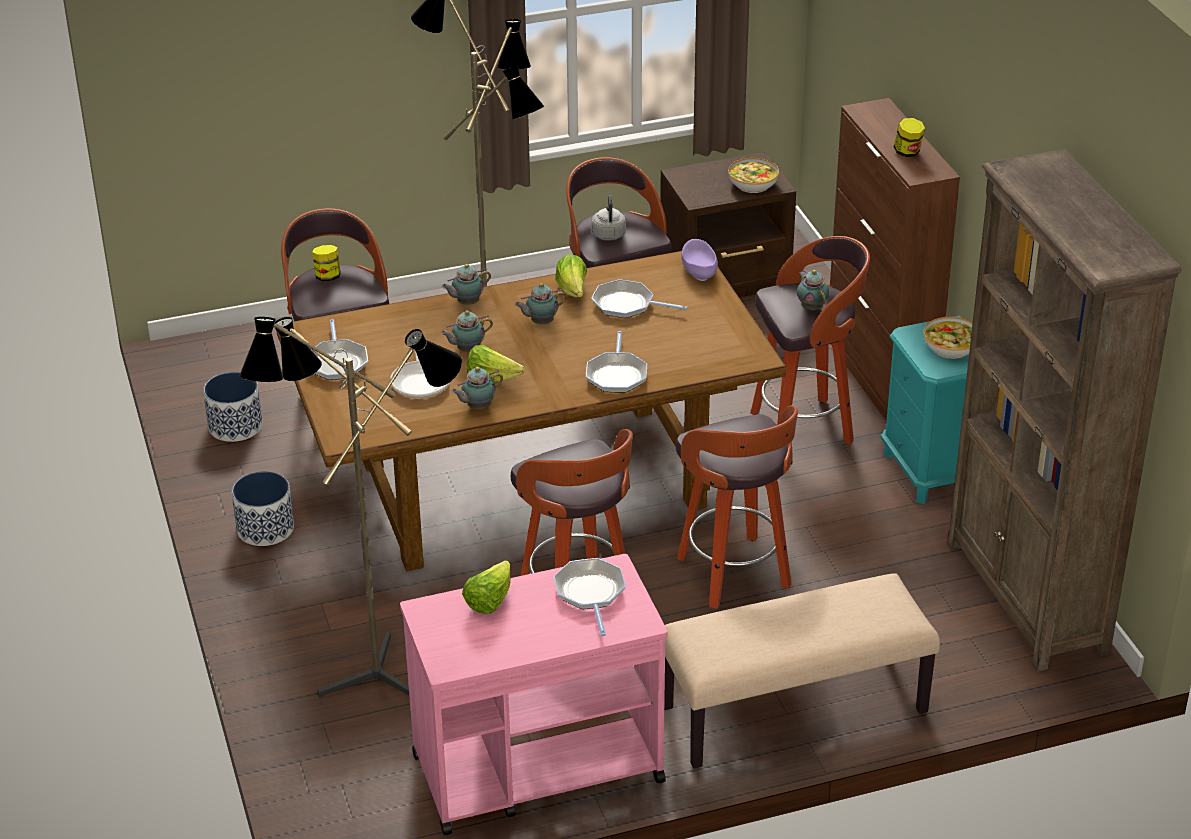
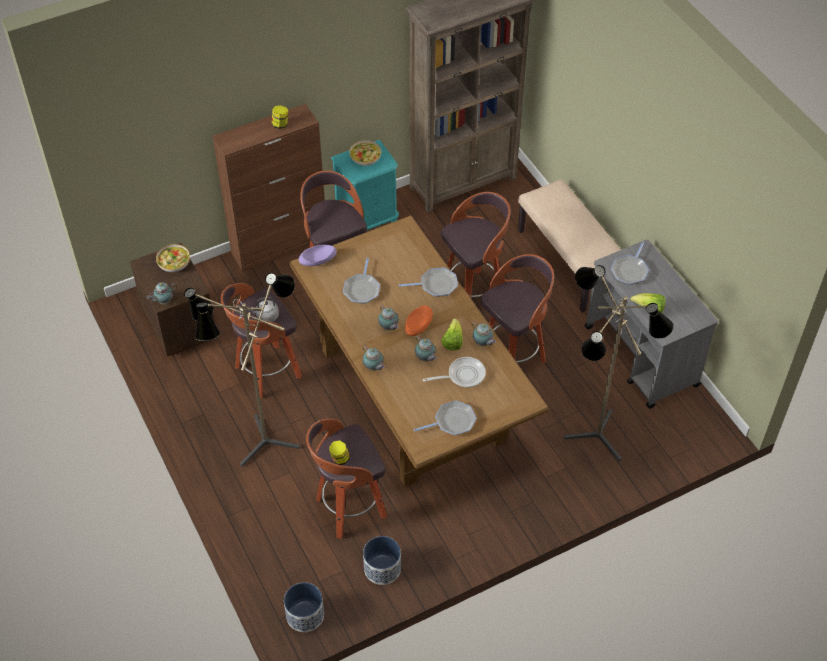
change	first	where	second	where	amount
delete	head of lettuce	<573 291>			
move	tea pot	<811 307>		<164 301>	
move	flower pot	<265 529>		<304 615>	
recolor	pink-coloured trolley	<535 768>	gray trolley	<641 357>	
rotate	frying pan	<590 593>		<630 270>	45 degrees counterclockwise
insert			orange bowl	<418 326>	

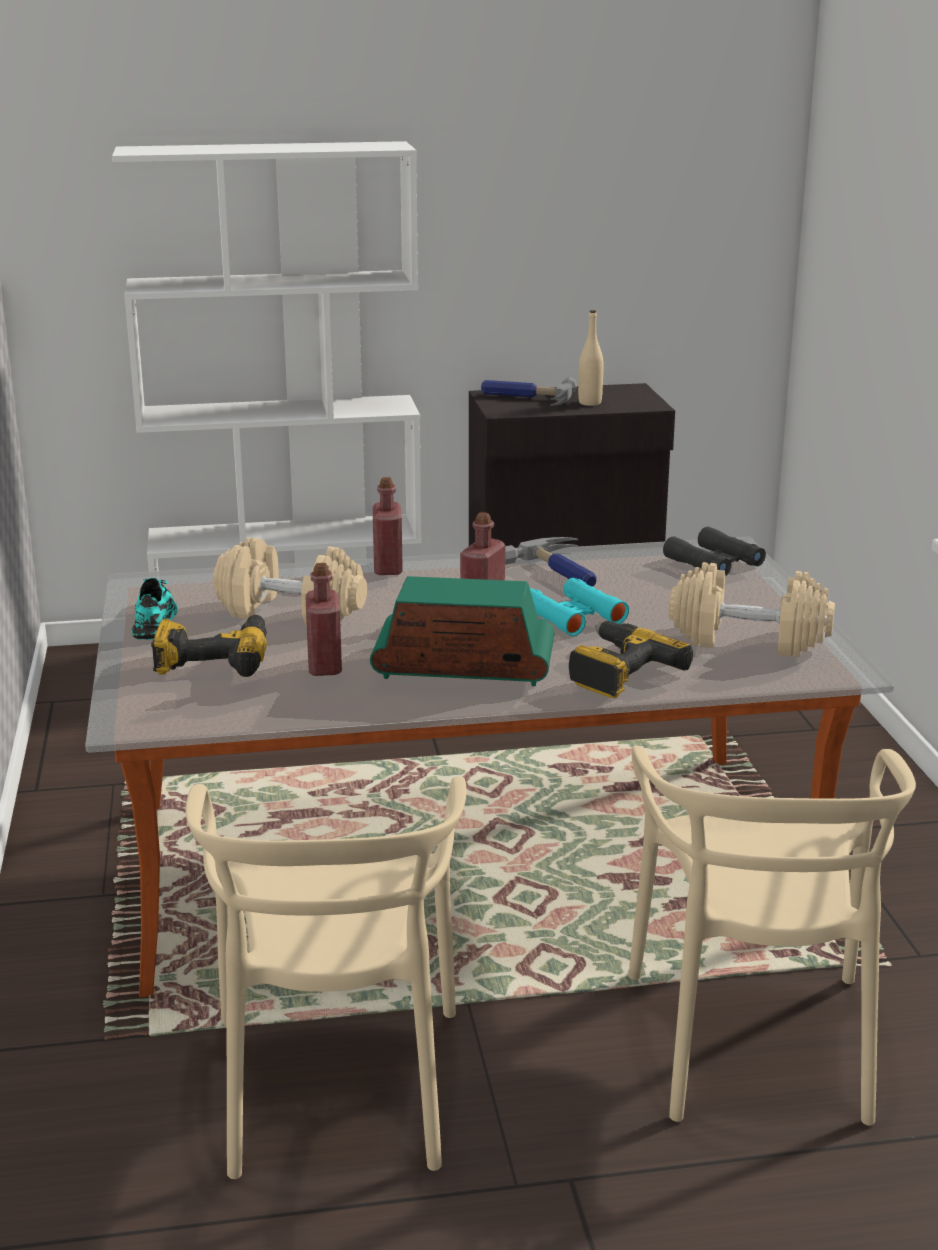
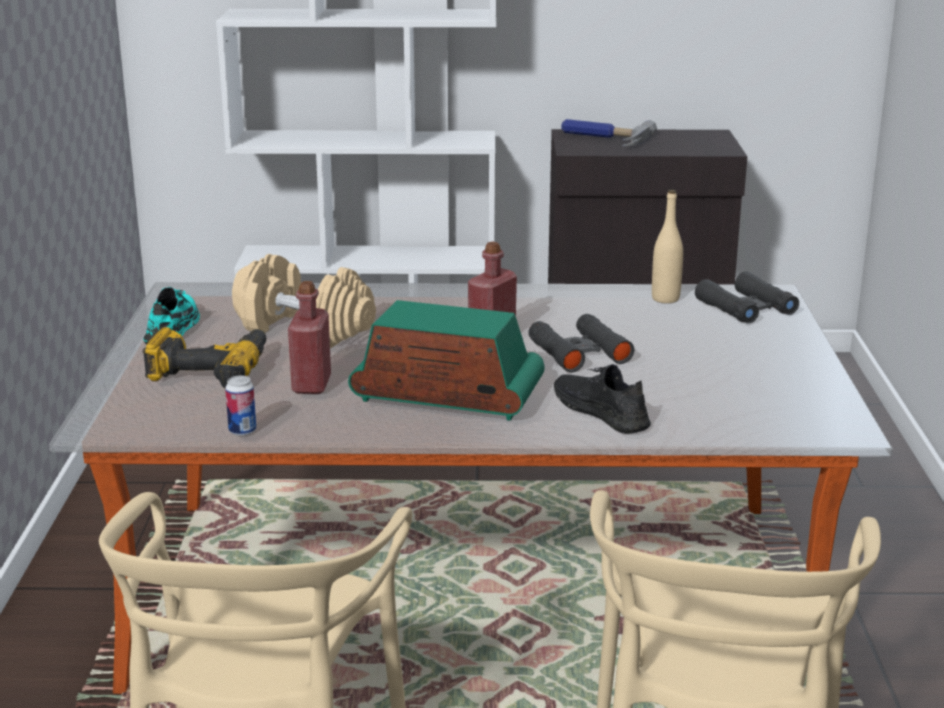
change	first	where	second	where	amount
move	beige-coloured drink bottle	<590 403>		<665 299>	
delete	red drink bottle	<388 568>			
delete	hammer	<563 571>			
delete	beige-coloured hand weight	<749 639>			
recolor	turquoise field glasses	<573 616>	black field glasses	<579 352>	
replace	drill	<617 671>	black item of footwear	<601 412>	
insert			can	<242 431>	

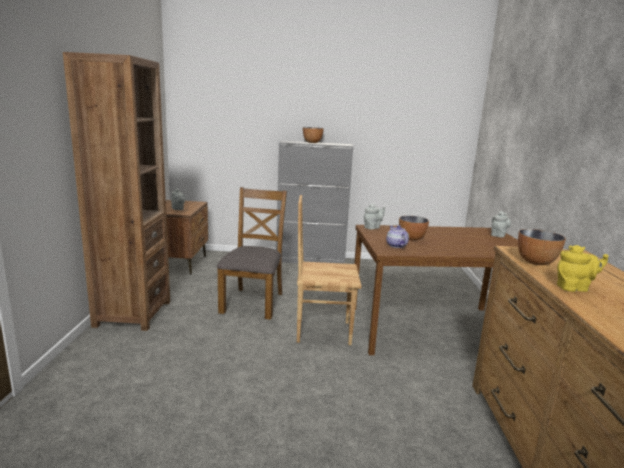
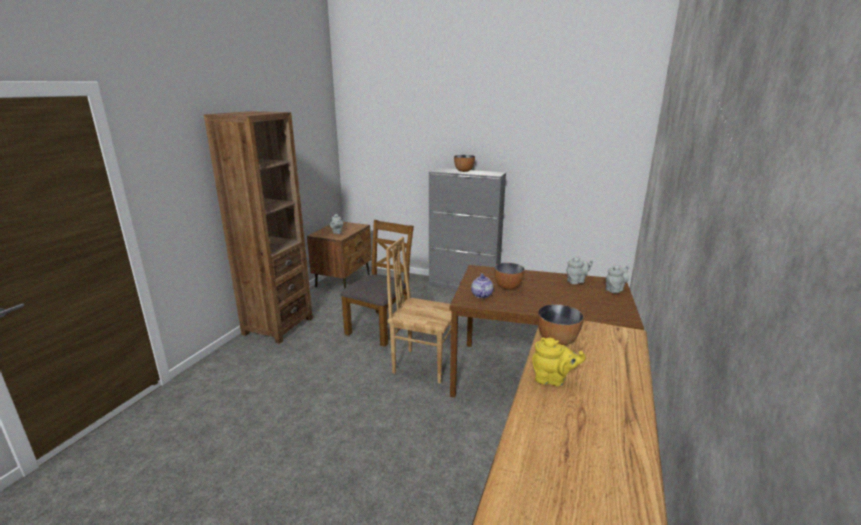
change	first	where	second	where	amount
move	gray tea pot	<373 227>		<576 281>	

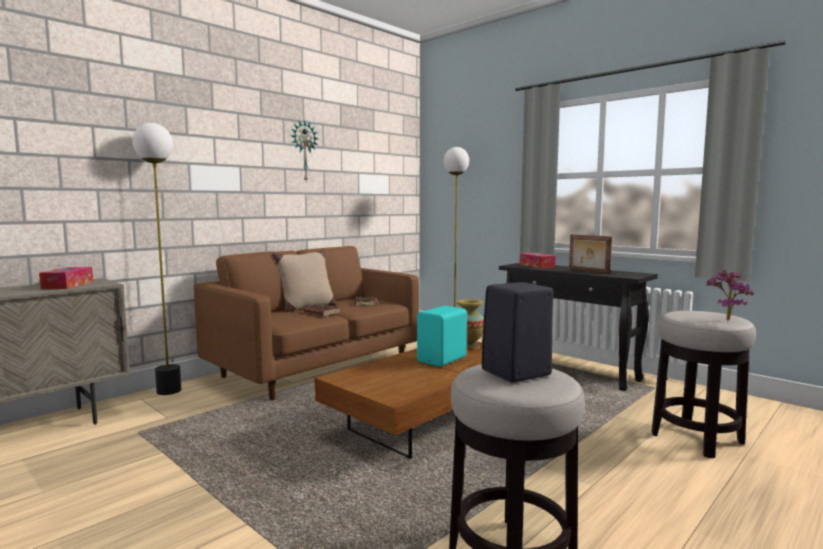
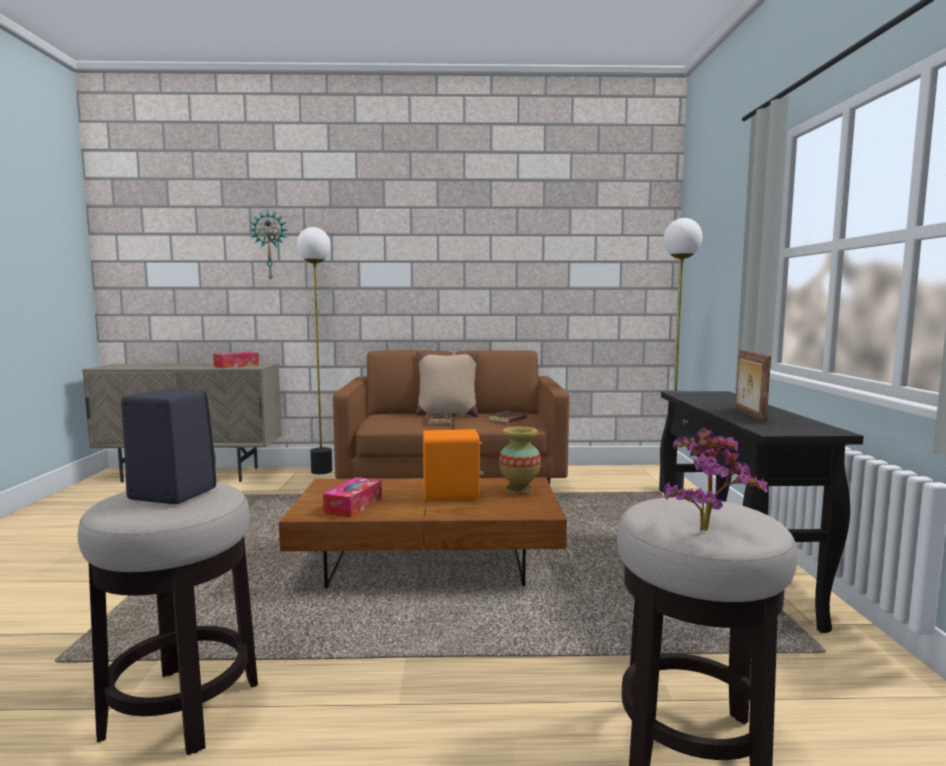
change	first	where	second	where	amount
move	clock on the wall	<303 151>		<270 246>	
move	box of tissues	<536 266>		<353 506>	
recolor	turquoise speaker	<443 360>	orange speaker	<452 495>	

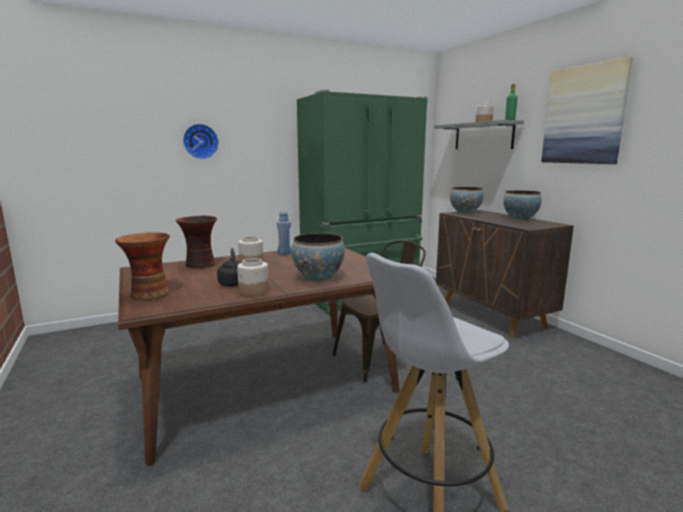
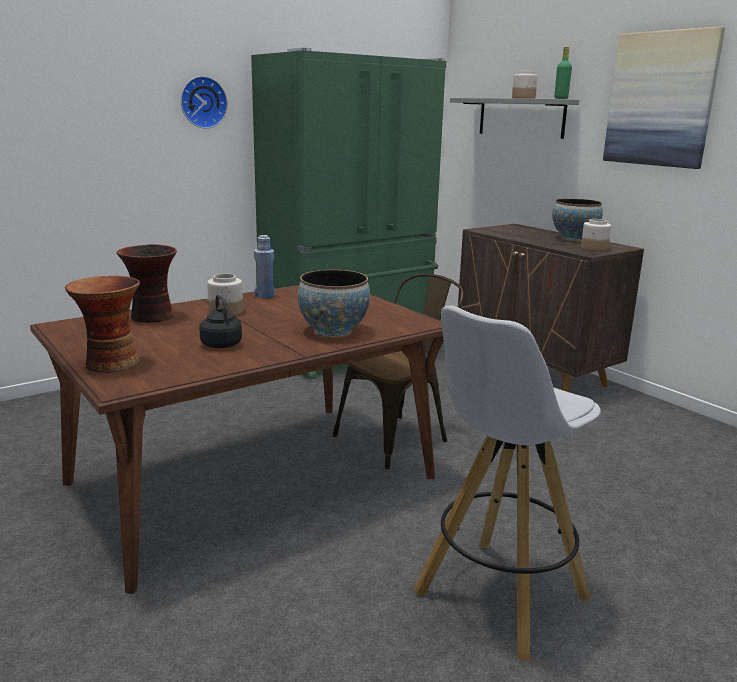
change	first	where	second	where	amount
move	clock on the wall	<200 141>		<202 102>	
delete	bowl	<465 212>			
move	jar	<253 291>		<594 248>	

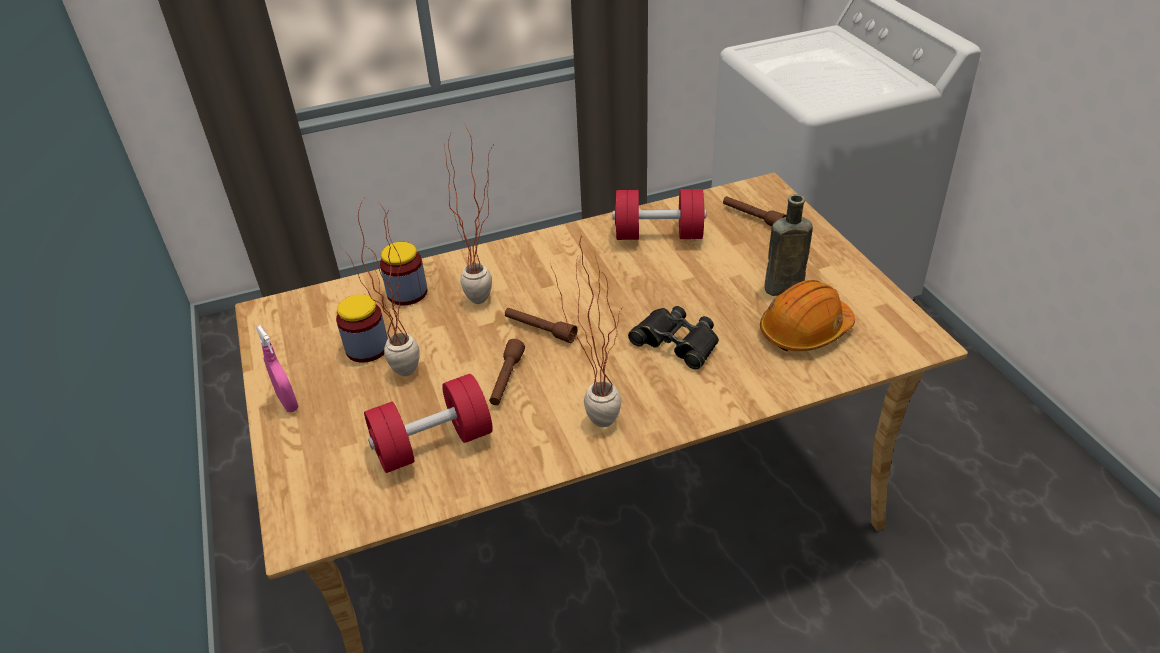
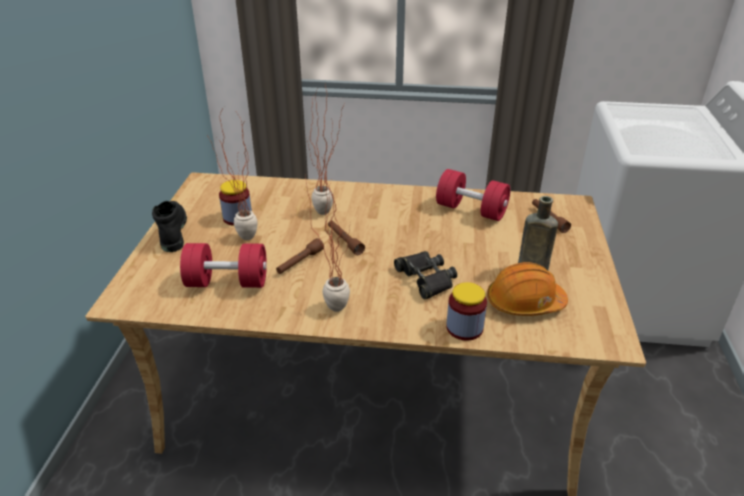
change	first	where	second	where	amount
move	jar	<407 293>		<464 328>	
replace	pink-coloured spray bottle	<288 402>	black tall boot	<172 232>	

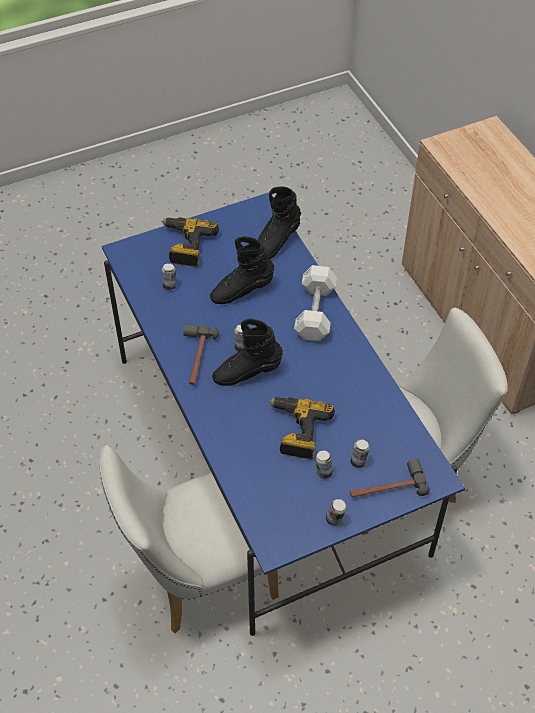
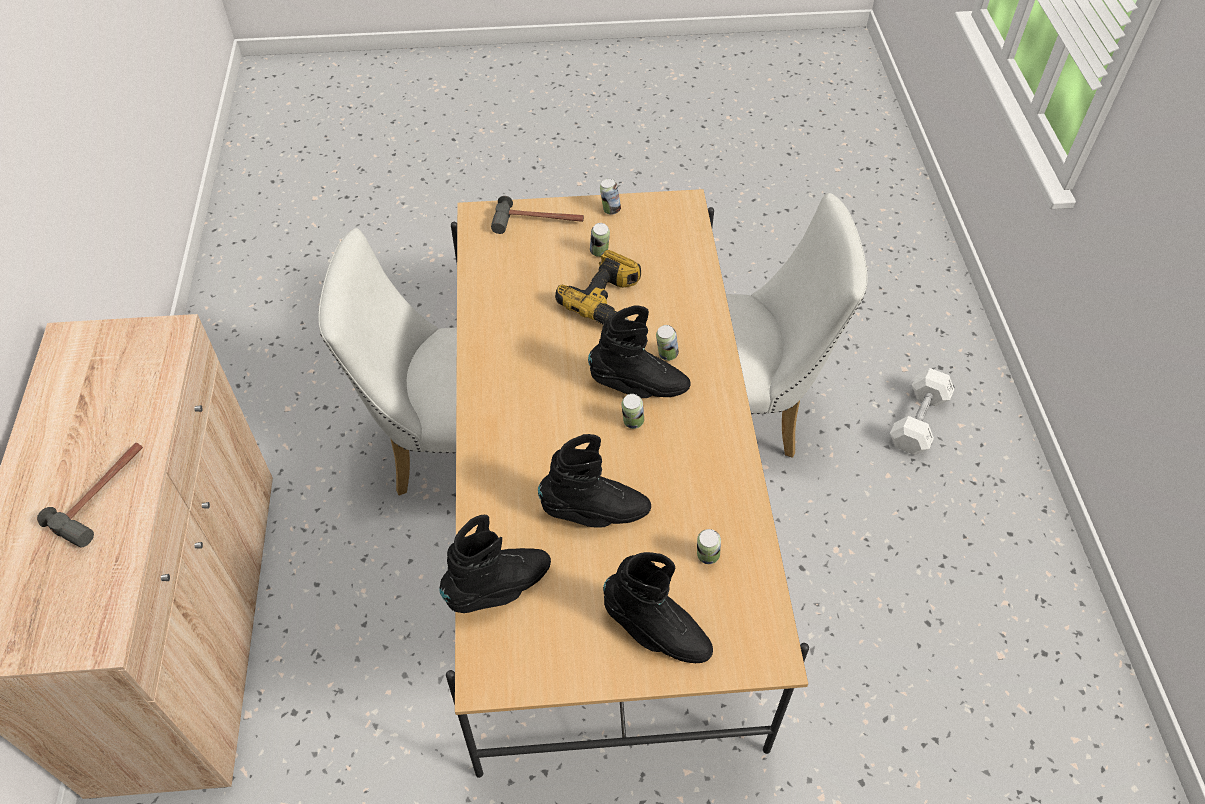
change	first	where	second	where	amount
recolor	blue dinner table	<267 452>	beige-coloured dinner table	<602 533>	
replace	drill	<185 246>	black tall boot	<656 631>	
move	white hand weight	<315 312>		<918 421>	
move	hammer	<196 358>		<104 494>	
move	can	<358 462>		<666 355>	

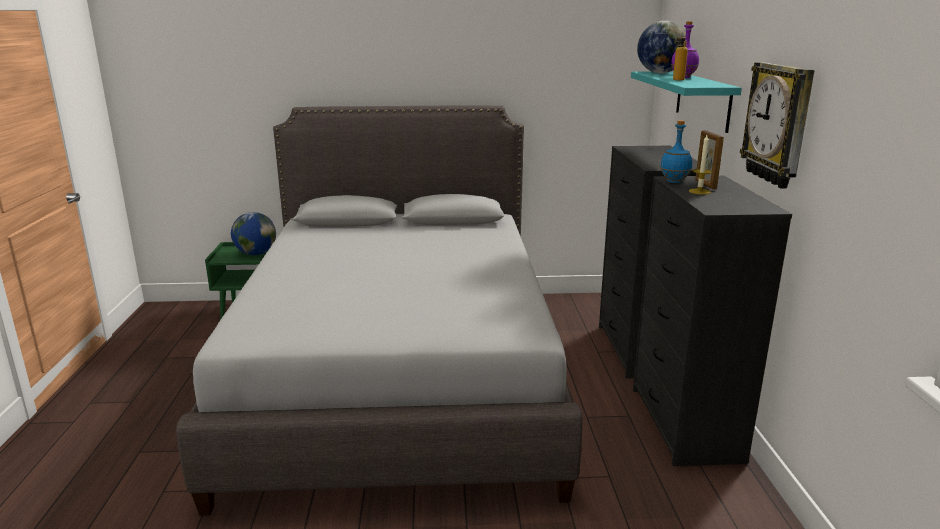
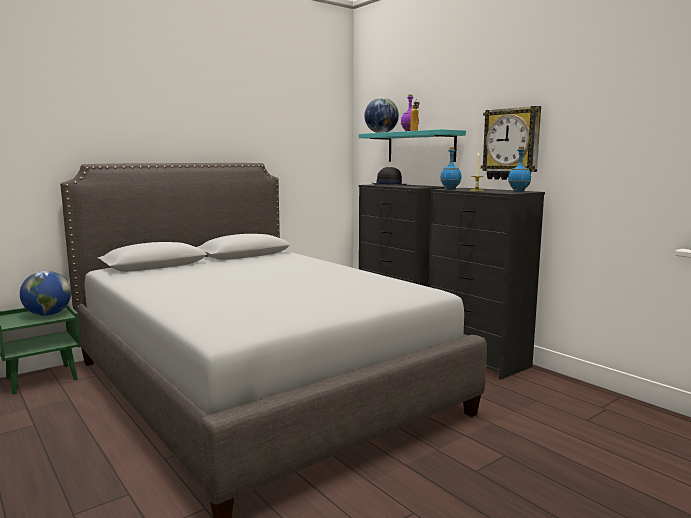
change	first	where	second	where	amount
delete	picture frame	<705 185>			
insert			blue drink bottle	<519 191>	
insert			black hat	<388 185>	

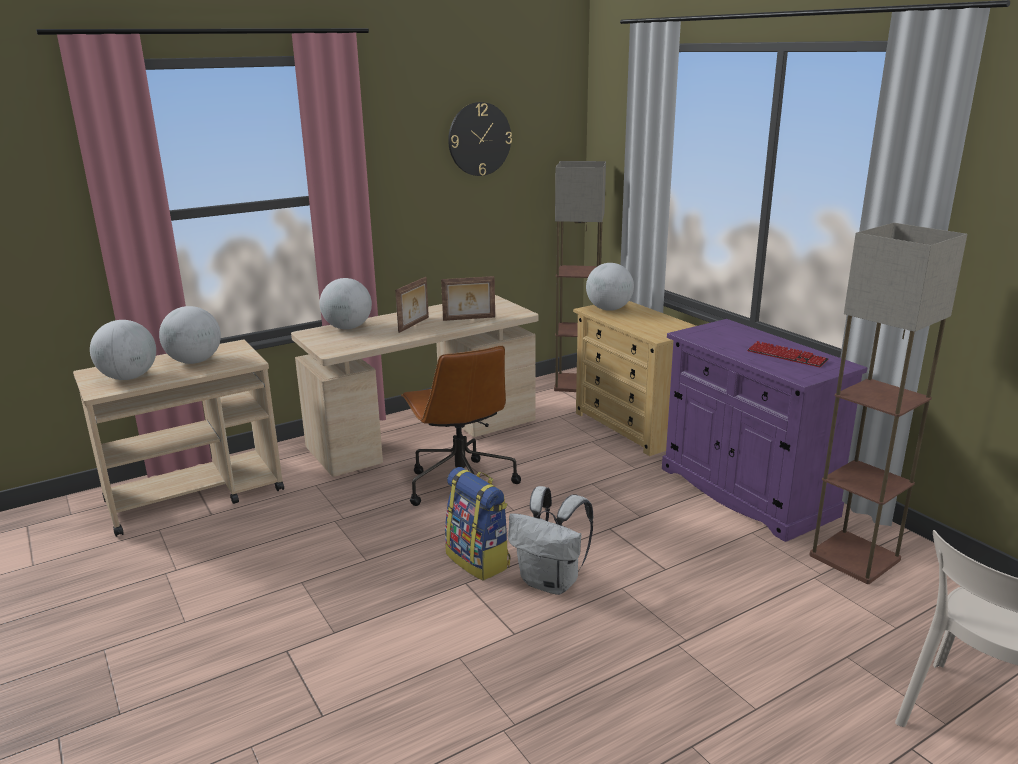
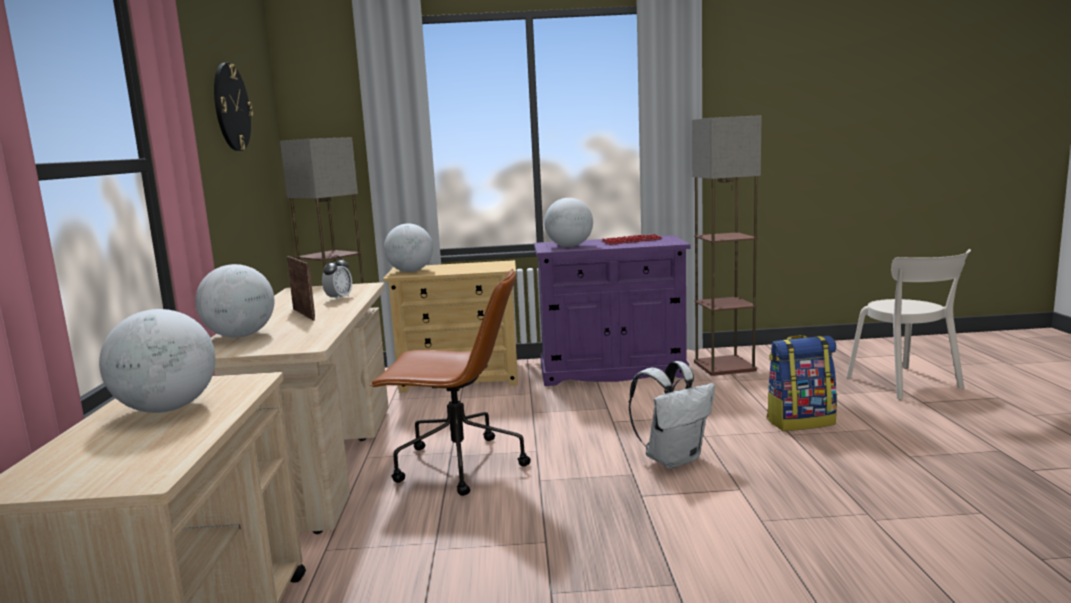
change	first	where	second	where	amount
replace	picture frame	<469 319>	alarm clock	<339 298>	
move	world globe	<129 377>		<569 246>	
move	knapsack	<479 560>		<800 422>	

